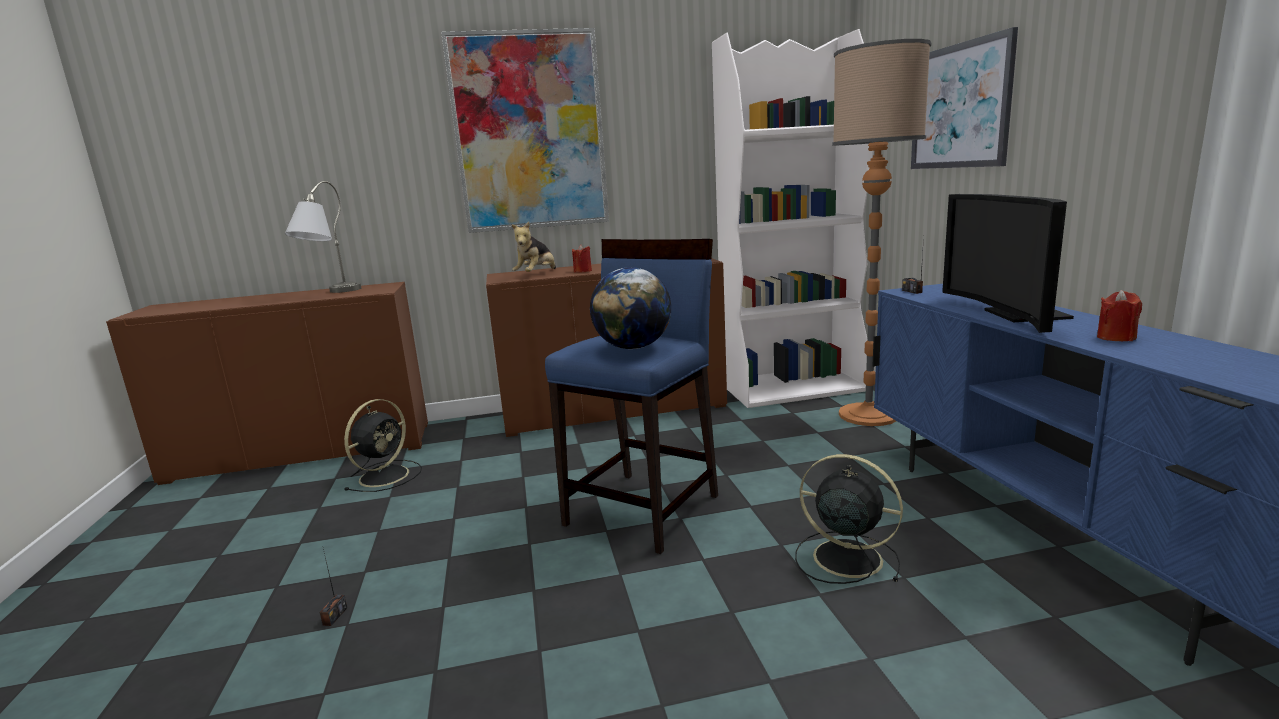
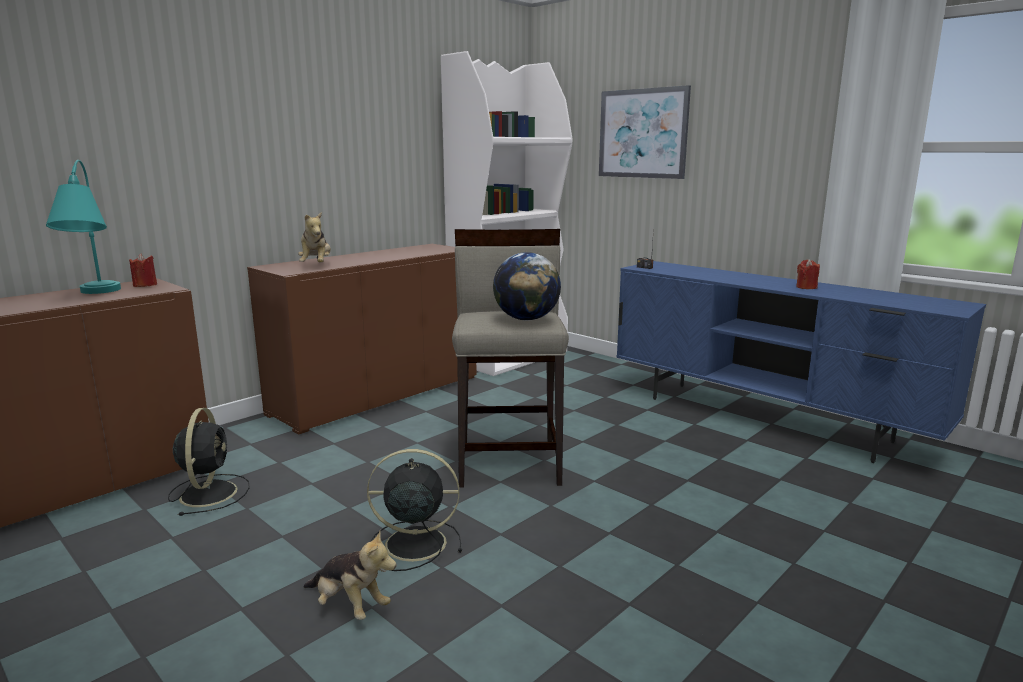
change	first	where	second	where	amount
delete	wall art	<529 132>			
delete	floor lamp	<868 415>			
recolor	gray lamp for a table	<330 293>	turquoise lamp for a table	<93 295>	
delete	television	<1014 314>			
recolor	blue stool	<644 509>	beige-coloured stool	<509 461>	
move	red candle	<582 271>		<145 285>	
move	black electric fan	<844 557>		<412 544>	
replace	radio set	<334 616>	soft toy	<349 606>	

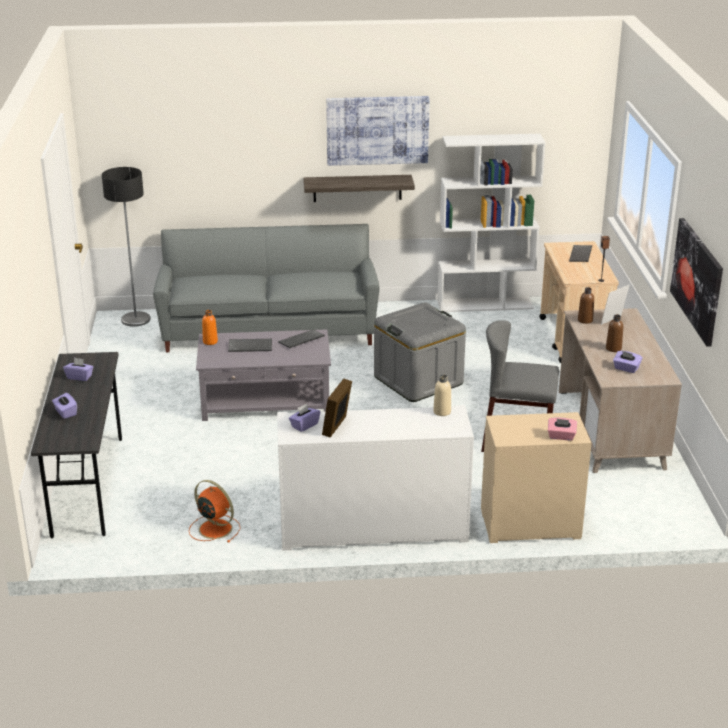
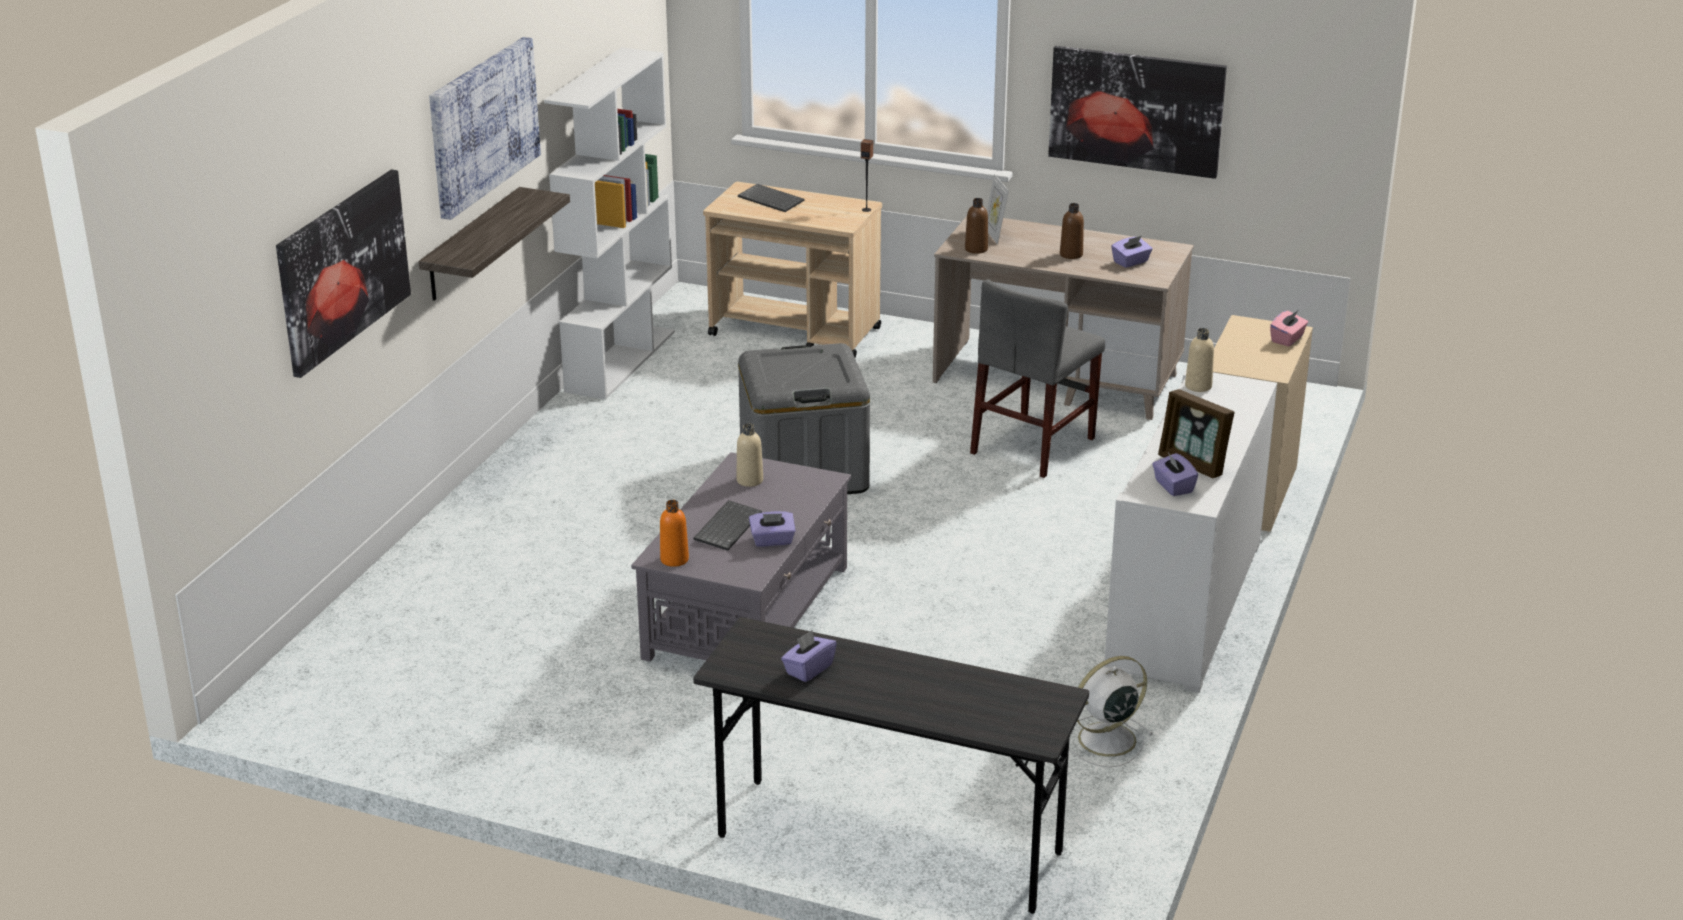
change	first	where	second	where	amount
delete	floor lamp	<136 319>			
delete	gray couch	<269 328>			
replace	PC keyboard	<301 340>	beige-coloured drink bottle	<749 480>	
move	purple-coloured box of tissues	<65 412>		<772 541>	
recolor	orange electric fan	<214 528>	white electric fan	<1104 740>	
insert			wall art	<343 270>	

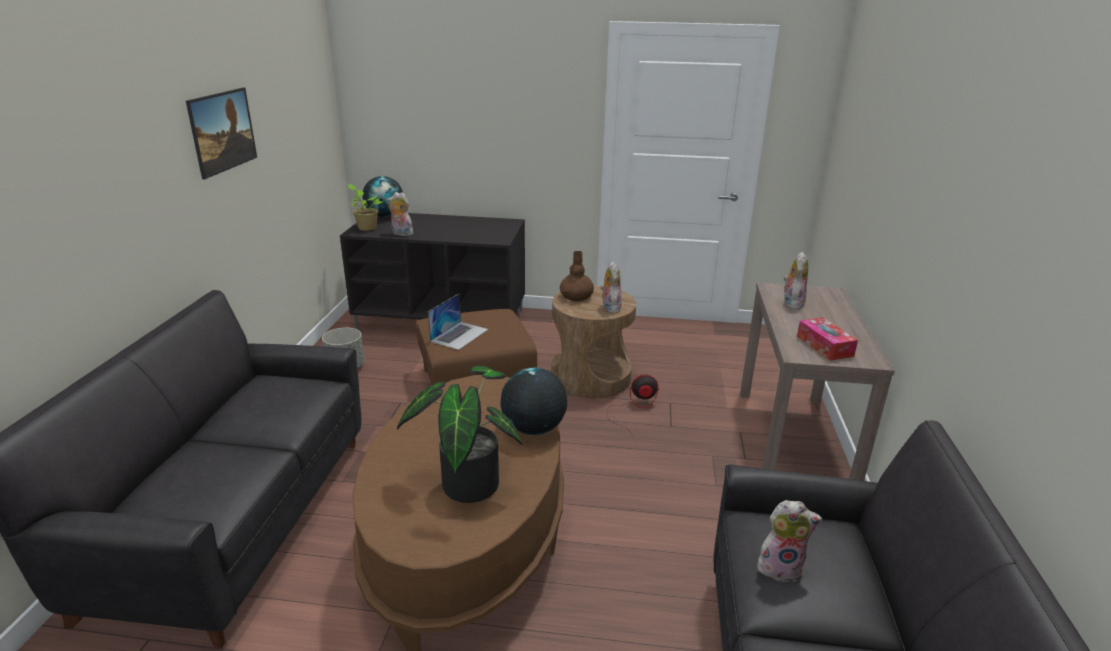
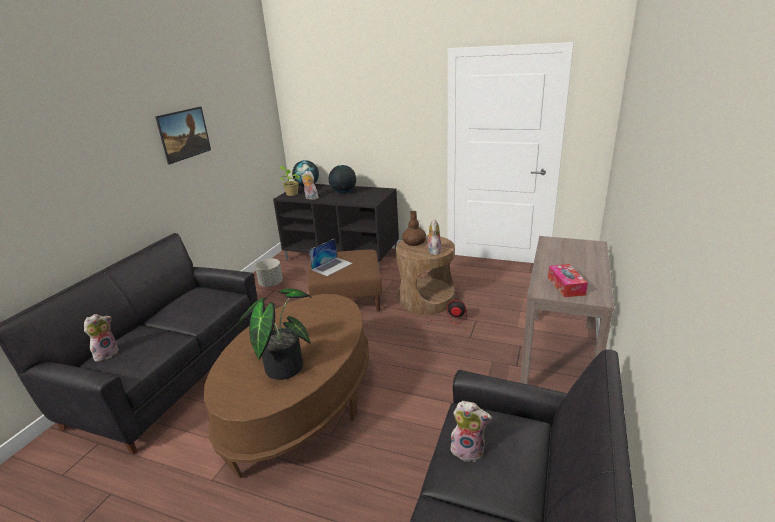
change	first	where	second	where	amount
move	soft toy	<792 303>		<106 353>	
move	world globe	<533 429>		<343 192>	

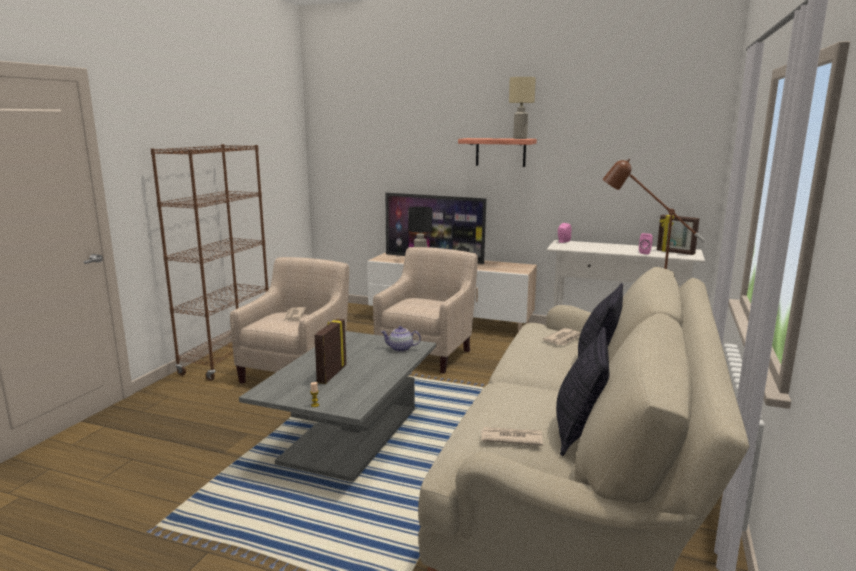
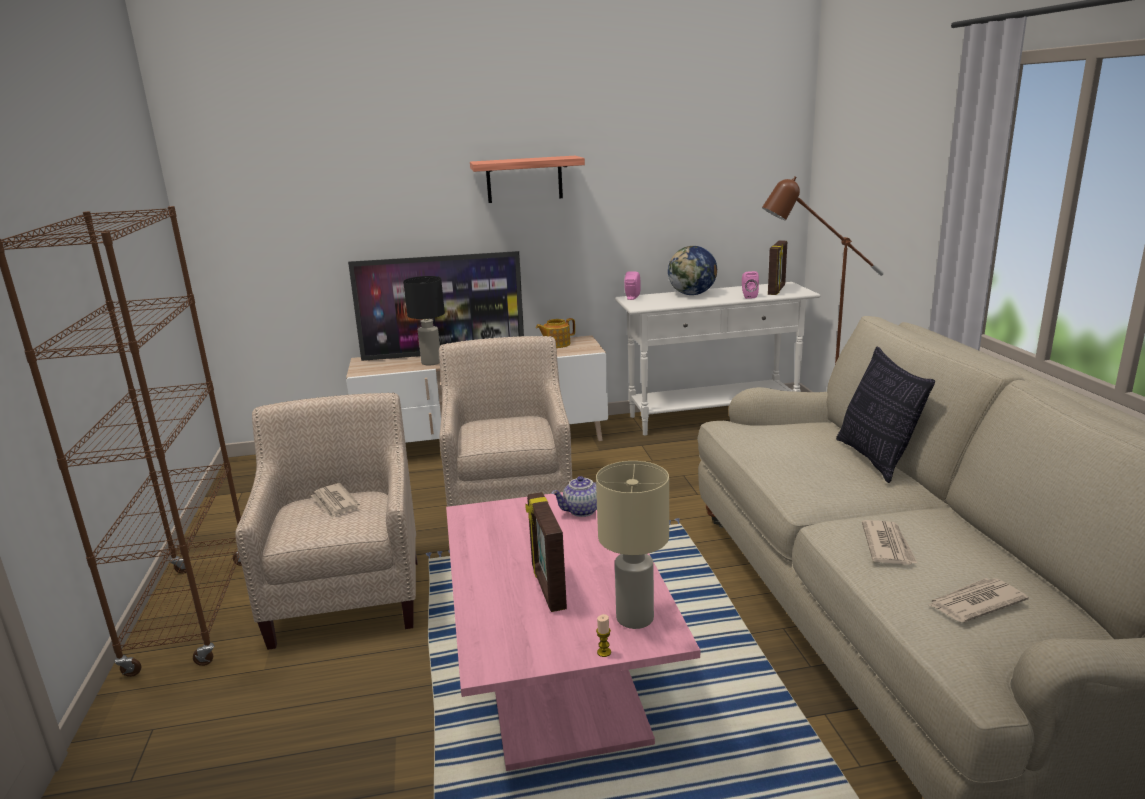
change	first	where	second	where	amount
move	beige-coloured lamp for a table	<520 138>		<634 617>	
rotate	picture frame	<675 252>		<777 290>	75 degrees counterclockwise
delete	cushion	<578 432>			
move	newspaper	<563 339>		<888 545>	
recolor	gray lounge table	<350 435>	pink-coloured lounge table	<558 669>	
insert			world globe	<692 294>	
insert			tea pot	<556 344>	

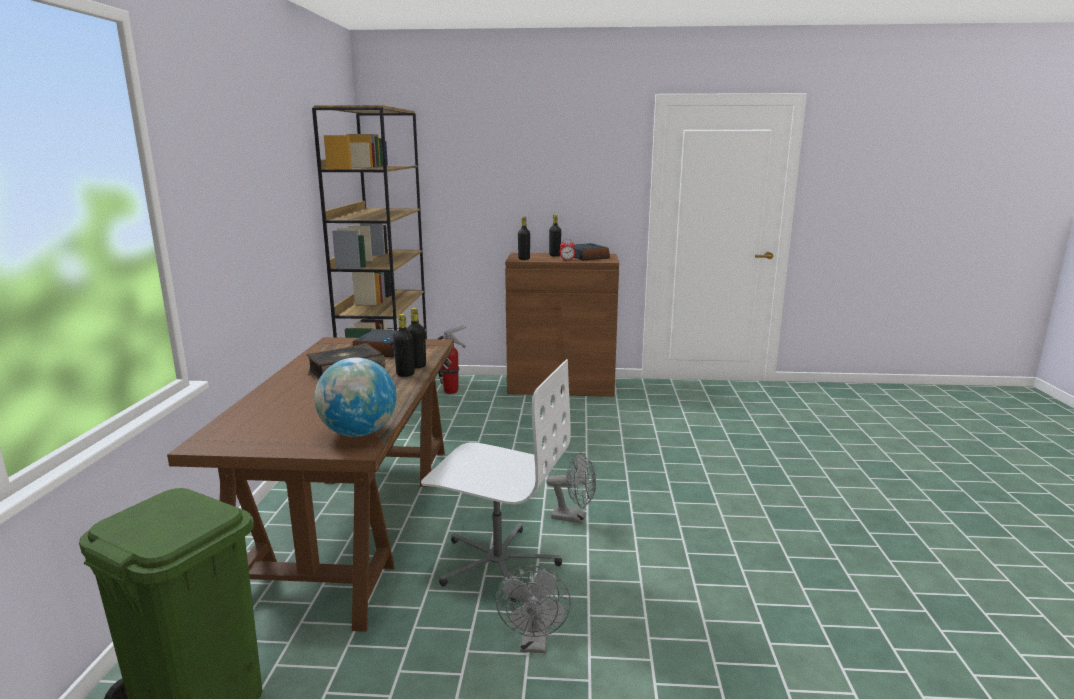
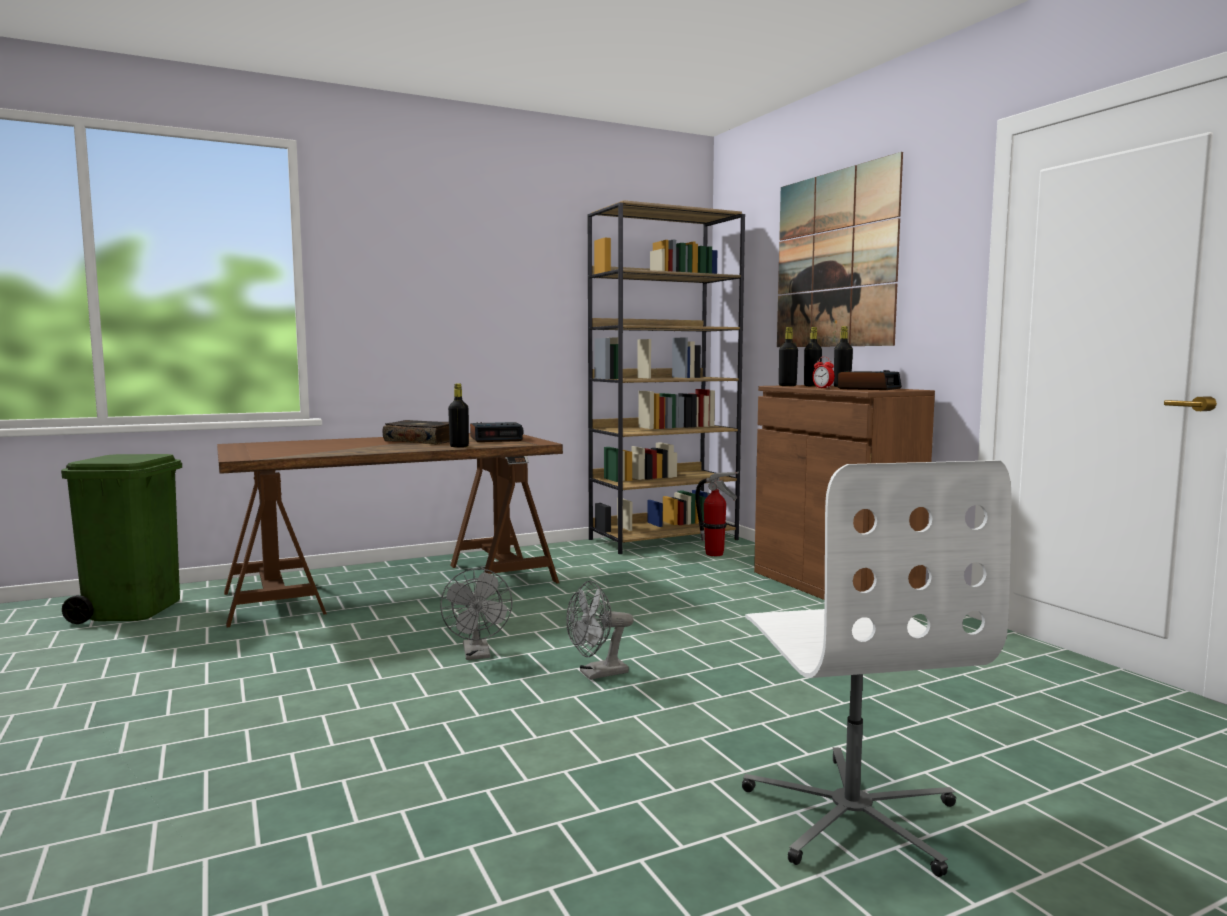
change	first	where	second	where	amount
move	black drink bottle	<405 374>		<812 386>	
delete	world globe	<358 433>			
move	white desk chair	<497 563>		<852 814>	
move	gray electric fan	<534 643>		<597 674>	
insert			wall art	<835 260>	

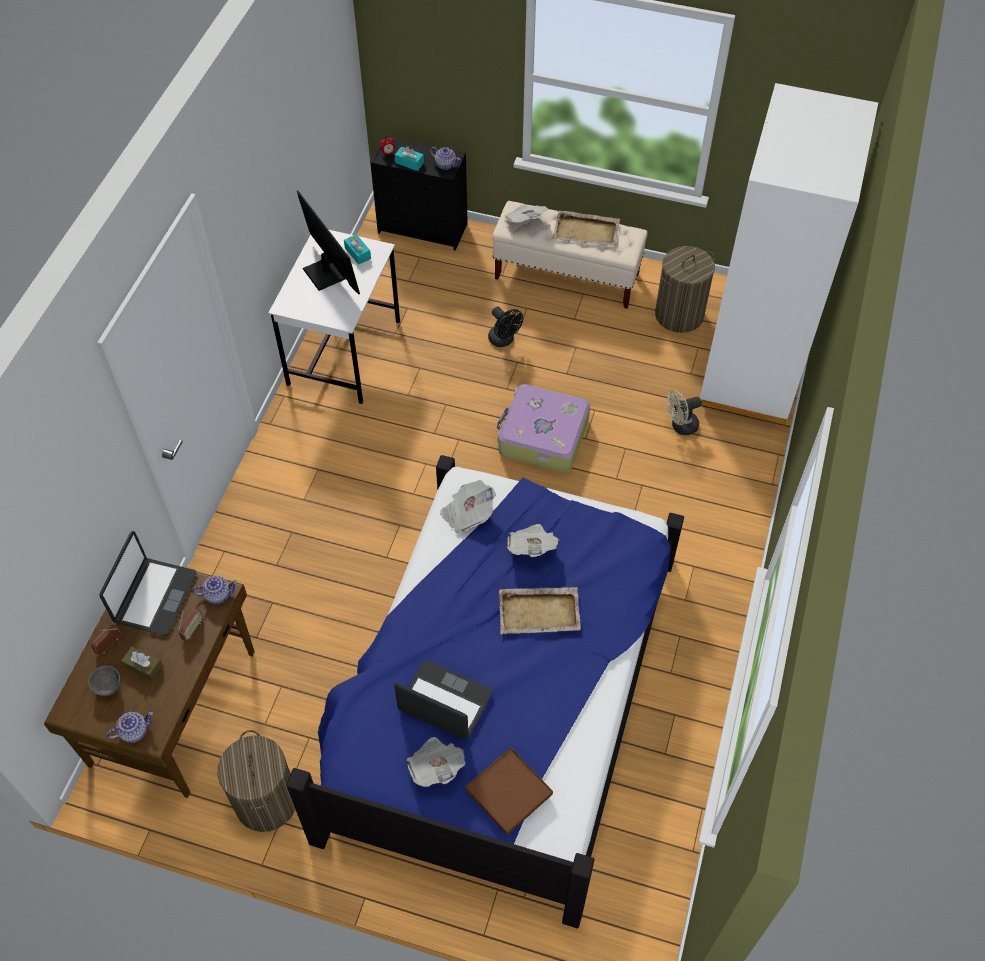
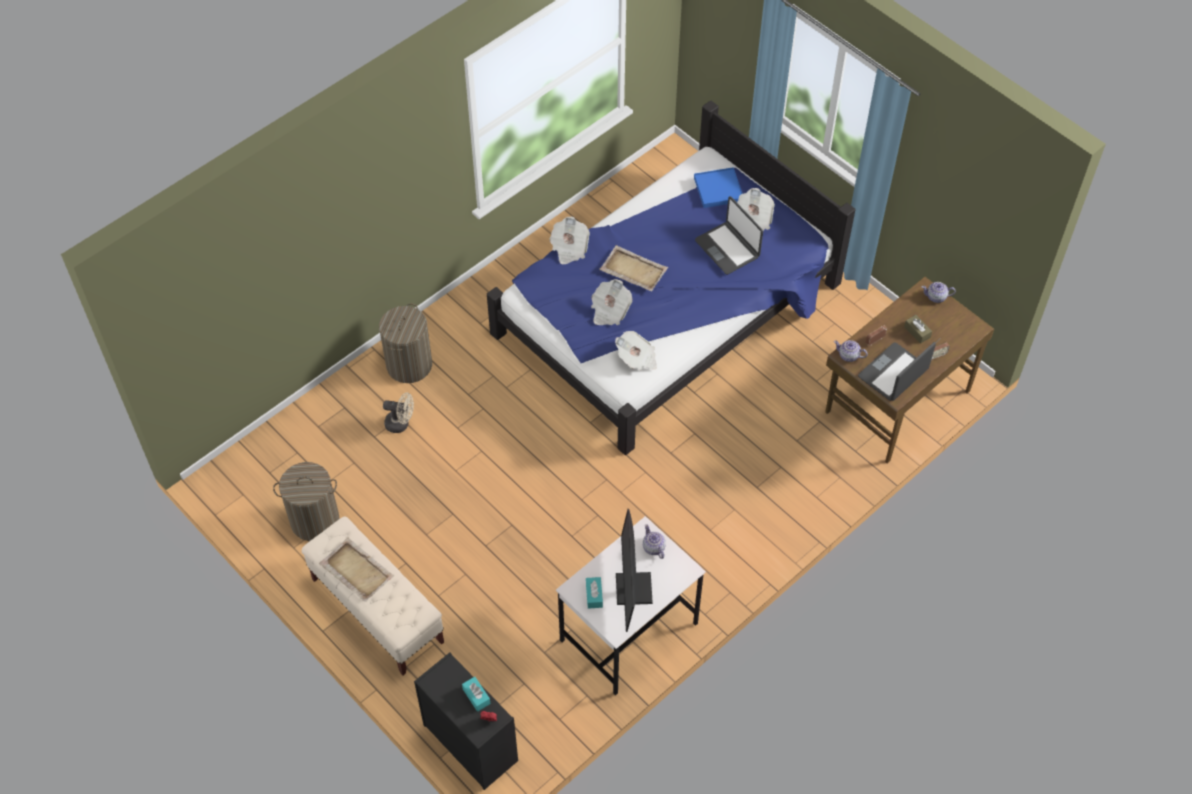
change	first	where	second	where	amount
delete	white armoire	<752 369>			
move	tea pot	<445 164>		<653 548>	
move	newspaper	<525 221>		<569 248>	
delete	black electric fan	<504 340>			
delete	piece of luggage	<542 436>			
delete	gray bowl	<109 687>			
move	laundry basket	<266 801>		<409 364>	
recolor	brownish carrying tray	<509 792>	blue carrying tray	<718 189>	

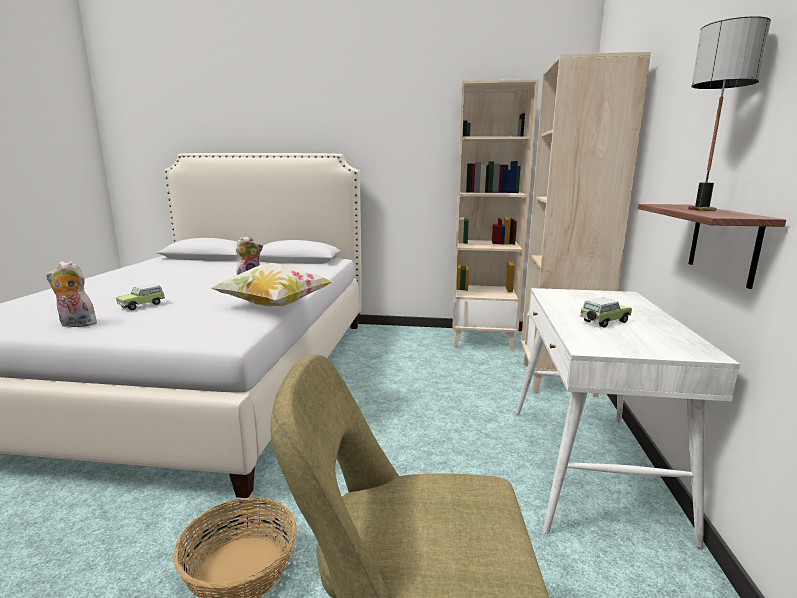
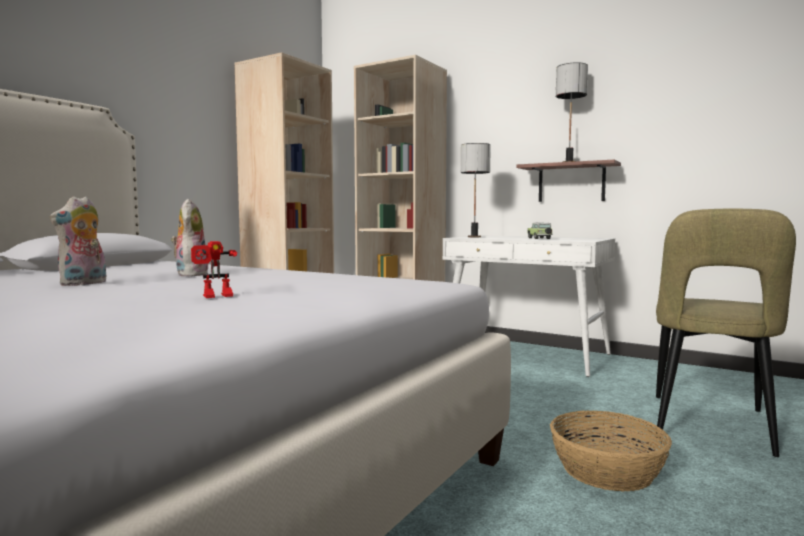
change	first	where	second	where	amount
move	soft toy	<75 325>		<83 284>	
delete	cushion	<275 305>			
replace	toy car	<143 305>	toy robot	<216 296>	
insert			lamp for a table	<474 237>	

